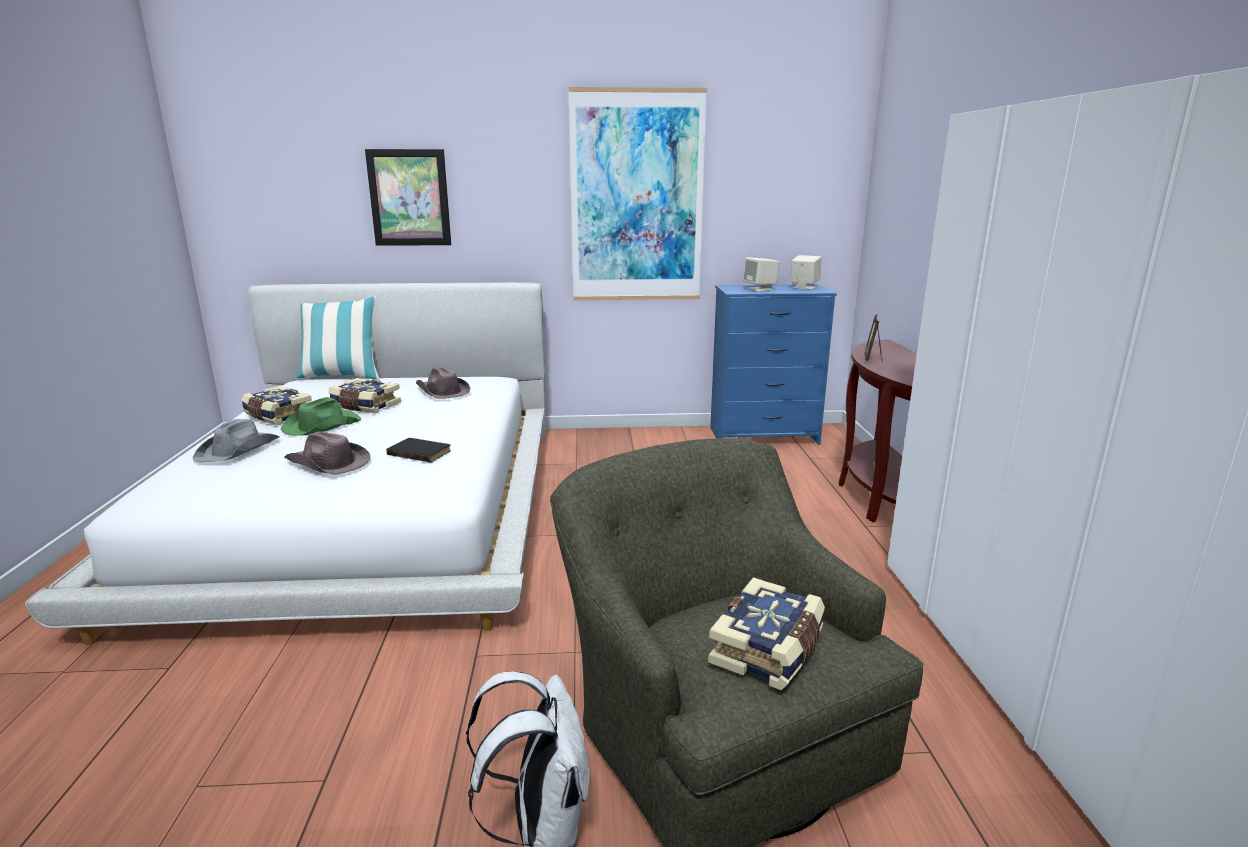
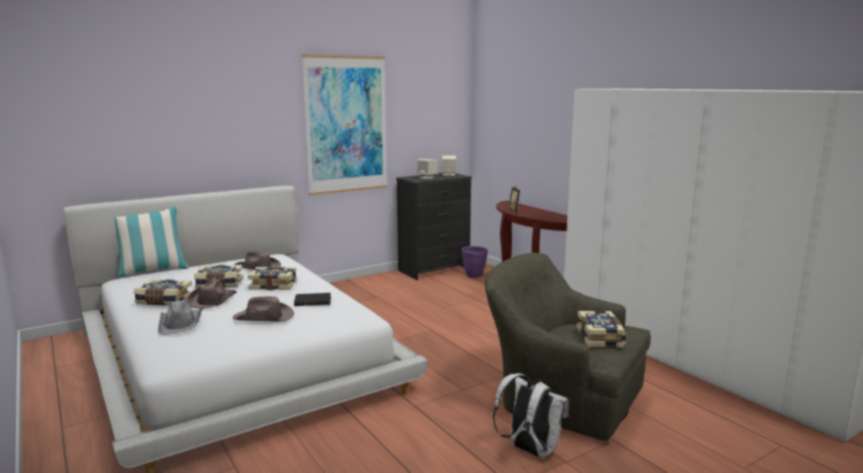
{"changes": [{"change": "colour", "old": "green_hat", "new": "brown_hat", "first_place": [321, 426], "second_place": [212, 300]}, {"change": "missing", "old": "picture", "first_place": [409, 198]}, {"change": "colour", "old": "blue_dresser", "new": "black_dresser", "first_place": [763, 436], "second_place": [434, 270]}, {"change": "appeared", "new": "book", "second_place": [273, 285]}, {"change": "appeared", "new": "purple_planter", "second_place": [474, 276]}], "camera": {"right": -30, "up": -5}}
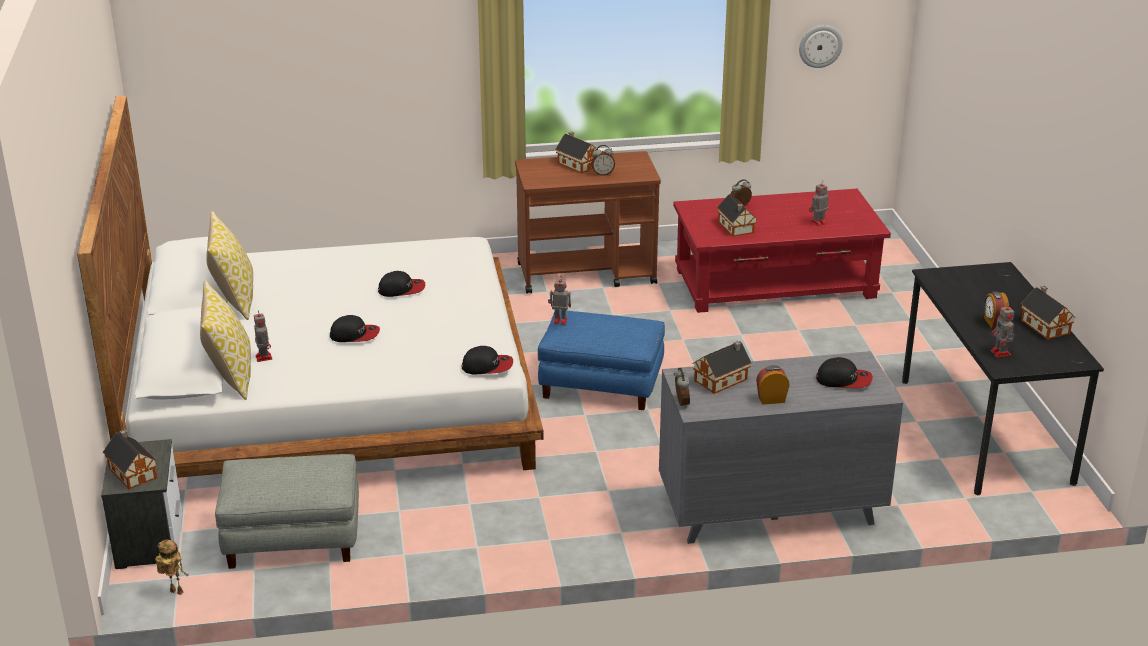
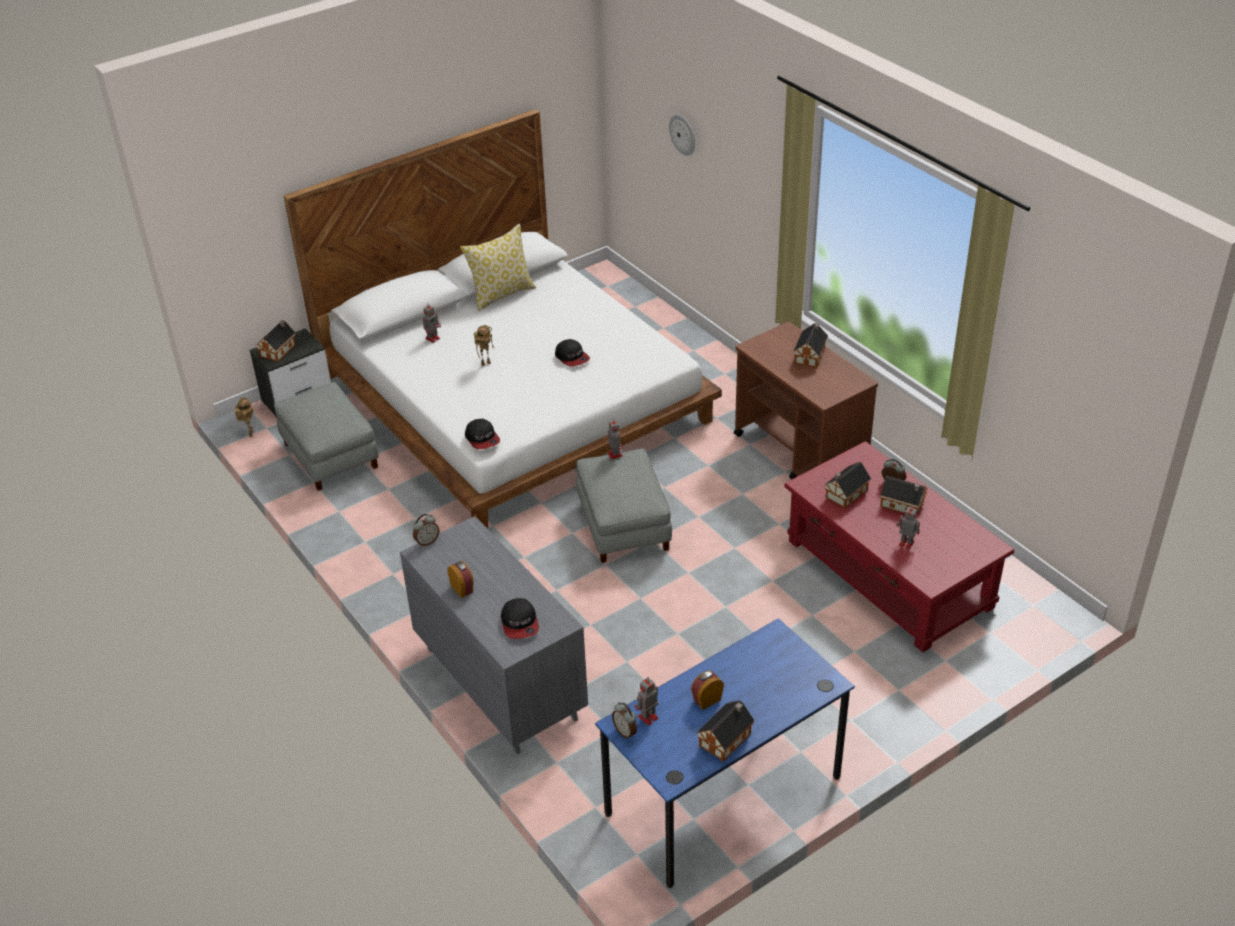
{"changes": [{"change": "missing", "old": "pillow", "first_place": [230, 376]}, {"change": "exchanged", "old": "cap", "new": "toy_robot", "first_place": [355, 335], "second_place": [486, 363]}, {"change": "colour", "old": "blue_ottoman", "new": "grey_ottoman", "first_place": [600, 385], "second_place": [623, 525]}, {"change": "relocated", "old": "alarm_clock", "first_place": [602, 174], "second_place": [625, 732]}, {"change": "relocated", "old": "toy_house", "first_place": [722, 379], "second_place": [903, 505]}, {"change": "relocated", "old": "wall_clock", "first_place": [820, 46], "second_place": [683, 134]}, {"change": "colour", "old": "black_desk", "new": "blue_desk", "first_place": [984, 430], "second_place": [723, 795]}], "camera": {"right": 65, "up": 10}}
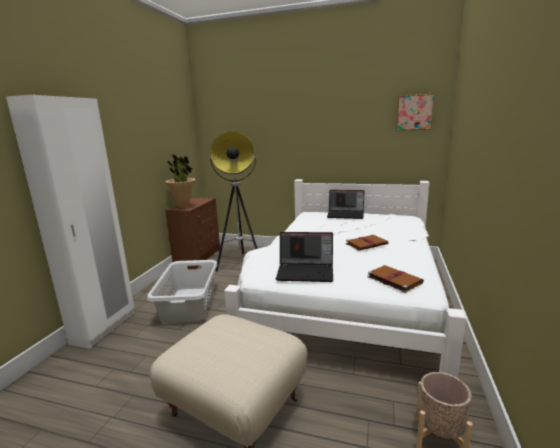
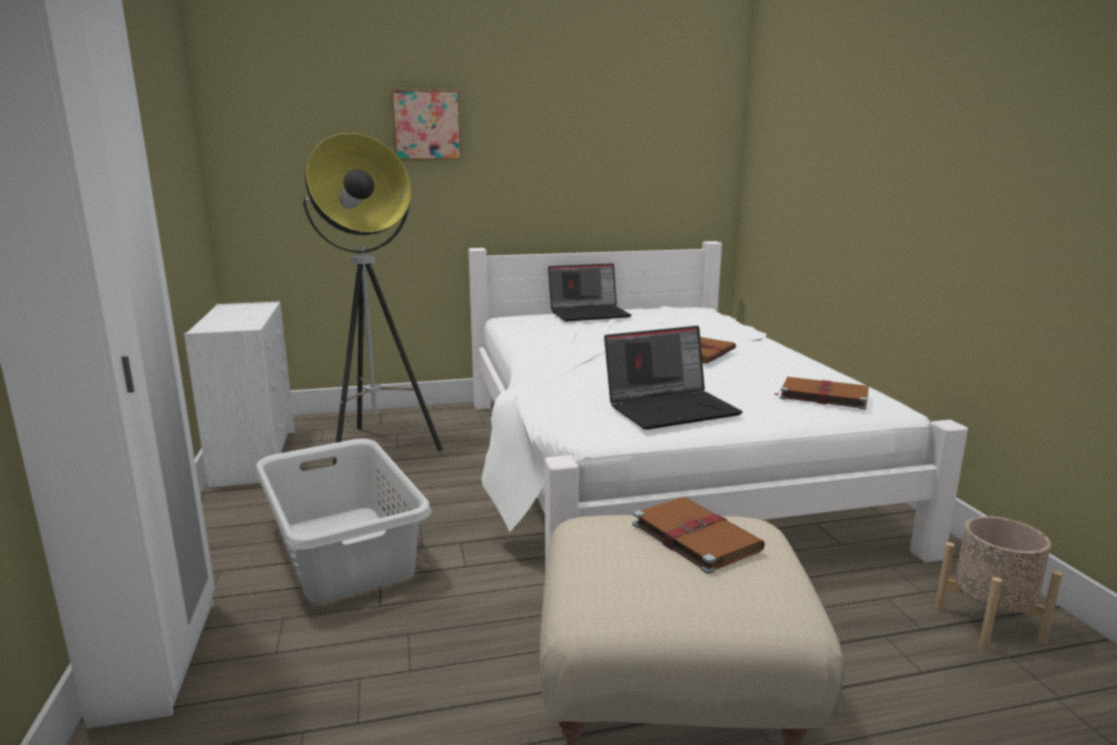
{"changes": [{"change": "missing", "old": "potted_plant", "first_place": [183, 207]}, {"change": "colour", "old": "brown_dresser", "new": "white_dresser", "first_place": [198, 258], "second_place": [255, 456]}, {"change": "relocated", "old": "picture", "first_place": [414, 112], "second_place": [426, 125]}, {"change": "appeared", "new": "brown_book", "second_place": [693, 536]}], "camera": {"right": -30, "up": 0}}
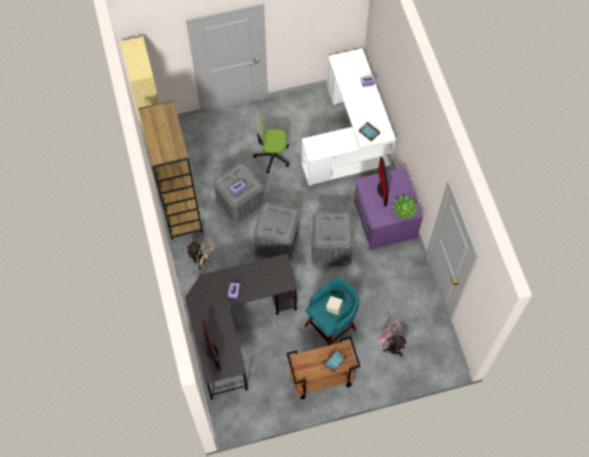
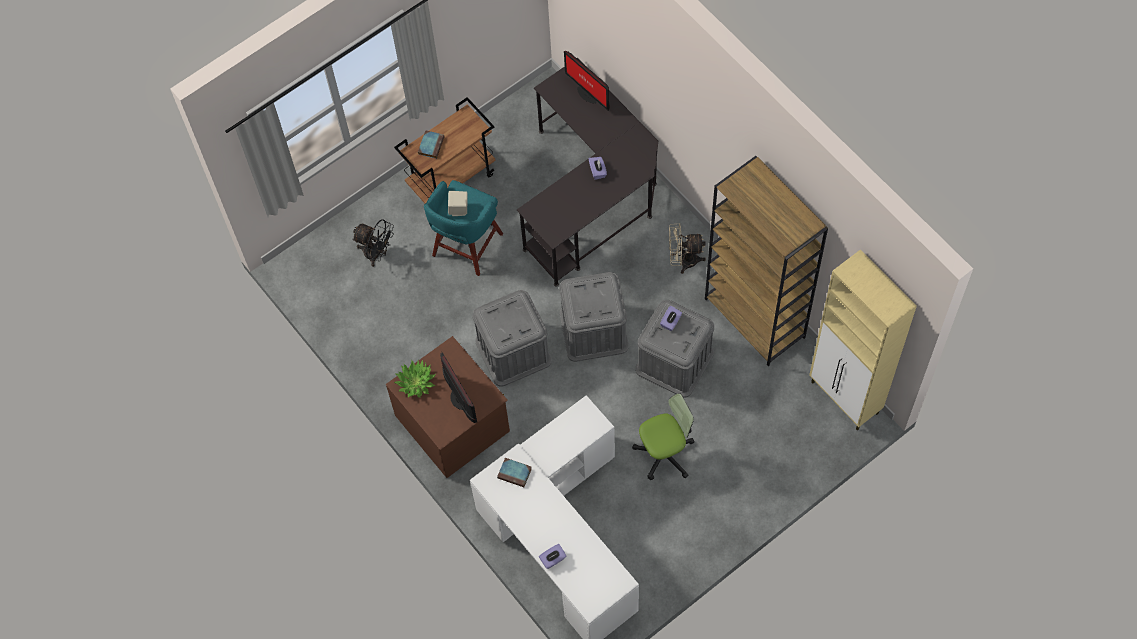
{"changes": [{"change": "colour", "old": "purple_dresser", "new": "brown_dresser", "first_place": [384, 220], "second_place": [453, 422]}, {"change": "colour", "old": "pink_fan", "new": "black_fan", "first_place": [391, 346], "second_place": [376, 254]}], "camera": {"right": 160, "up": 0}}
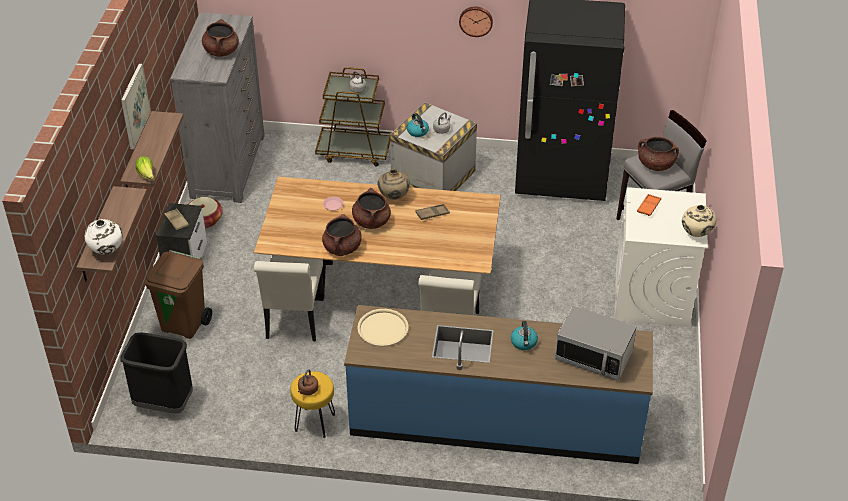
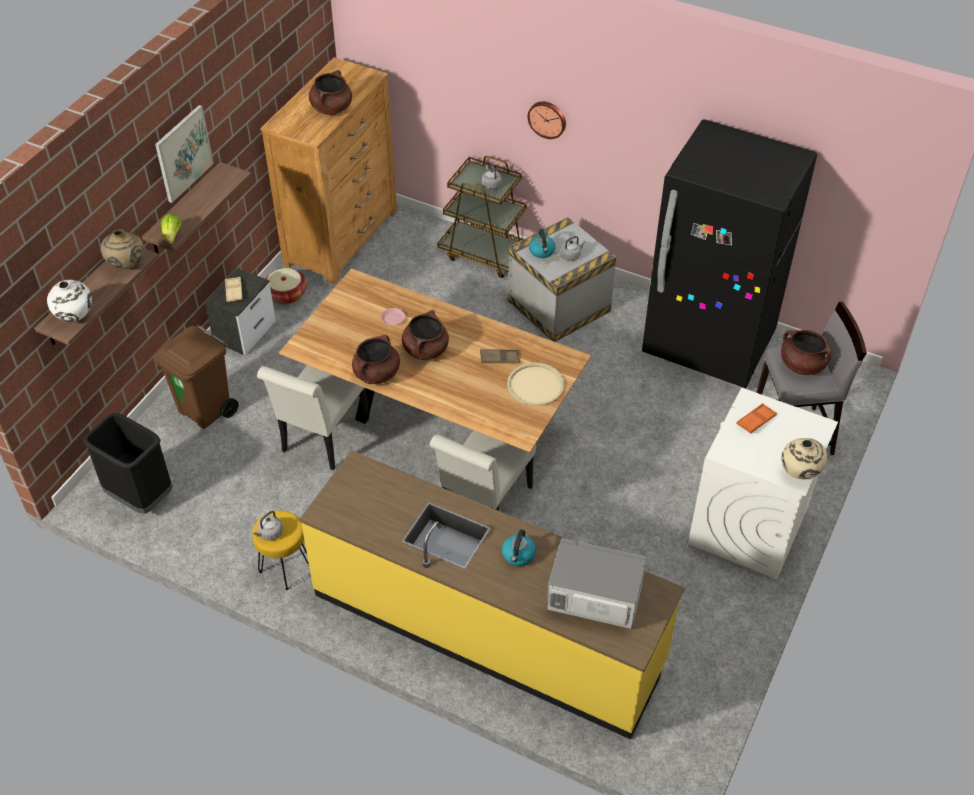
{"changes": [{"change": "colour", "old": "grey_dresser", "new": "brown_dresser", "first_place": [228, 166], "second_place": [342, 238]}, {"change": "colour", "old": "brown_kettle", "new": "grey_kettle", "first_place": [307, 390], "second_place": [270, 533]}, {"change": "colour", "old": "blue_counter", "new": "yellow_counter", "first_place": [496, 420], "second_place": [487, 628]}, {"change": "relocated", "old": "beige_tray", "first_place": [382, 328], "second_place": [535, 385]}, {"change": "relocated", "old": "beige_vase", "first_place": [393, 197], "second_place": [127, 266]}, {"change": "relocated", "old": "wall_clock", "first_place": [476, 20], "second_place": [547, 119]}, {"change": "spun", "old": "microwave", "first_place": [593, 356], "second_place": [594, 599], "degrees": 150}], "camera": {"right": 20, "up": 5}}
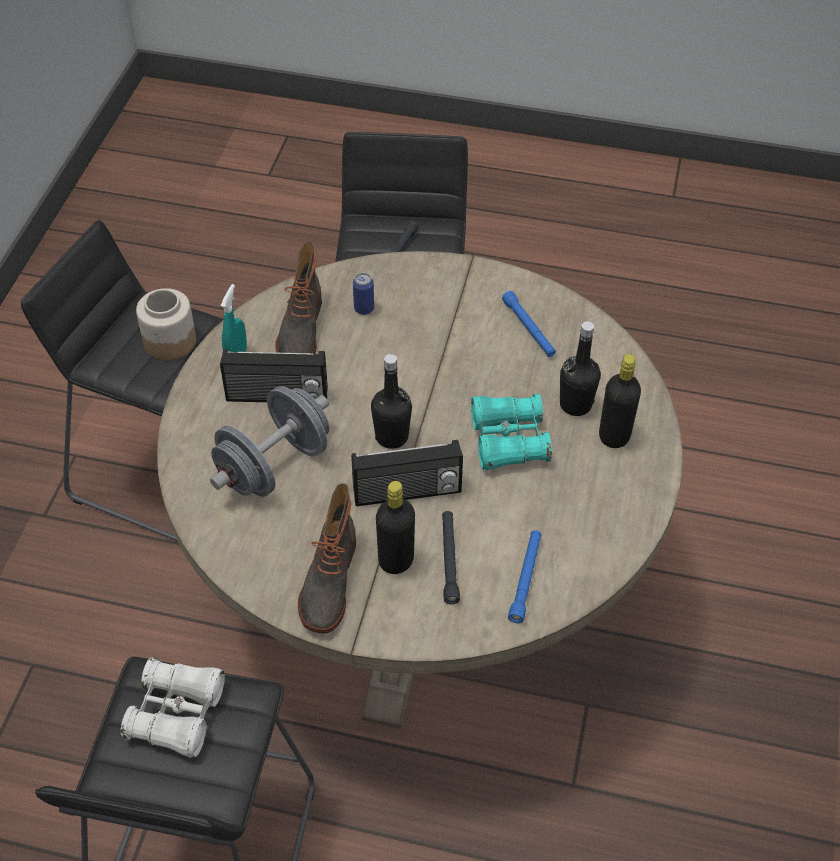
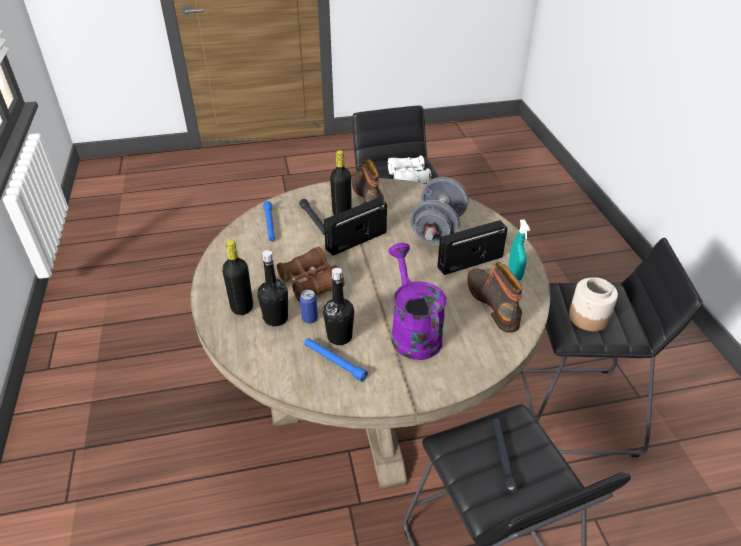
{"changes": [{"change": "relocated", "old": "can", "first_place": [364, 309], "second_place": [310, 318]}, {"change": "relocated", "old": "black_bottle", "first_place": [392, 437], "second_place": [339, 337]}, {"change": "colour", "old": "turquoise_binoculars", "new": "brown_binoculars", "first_place": [508, 441], "second_place": [311, 283]}, {"change": "appeared", "new": "purple_watering_can", "second_place": [412, 331]}], "camera": {"right": 155, "up": -10}}
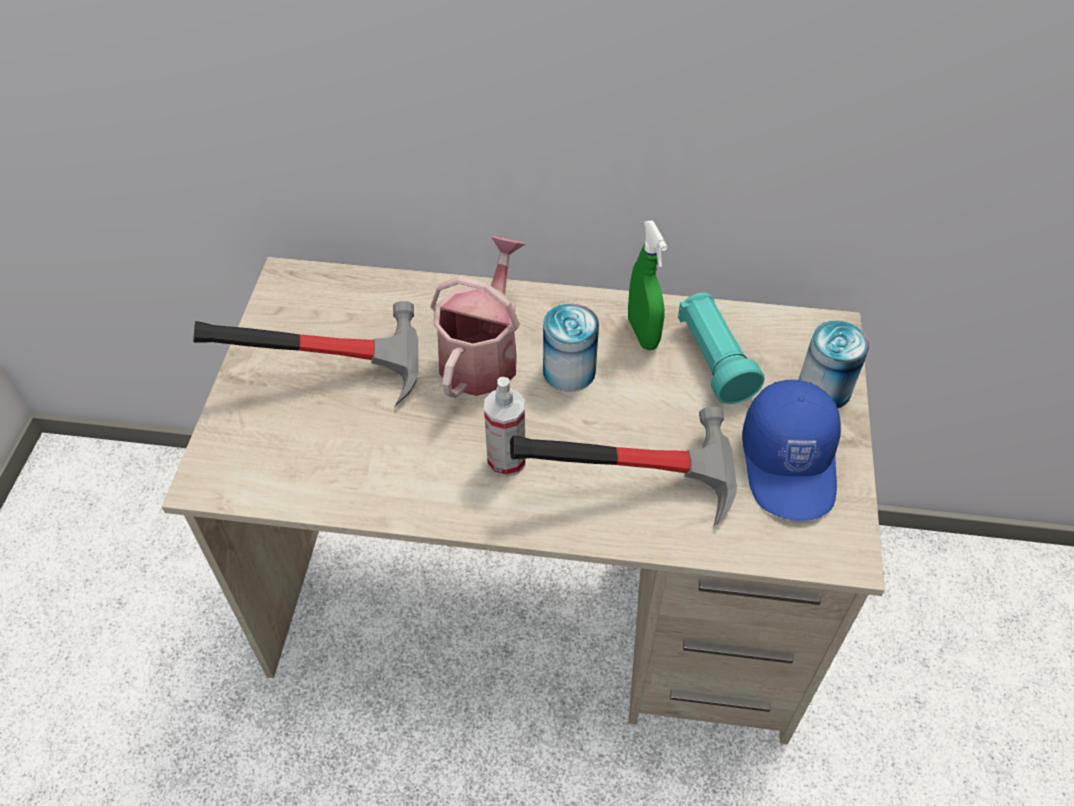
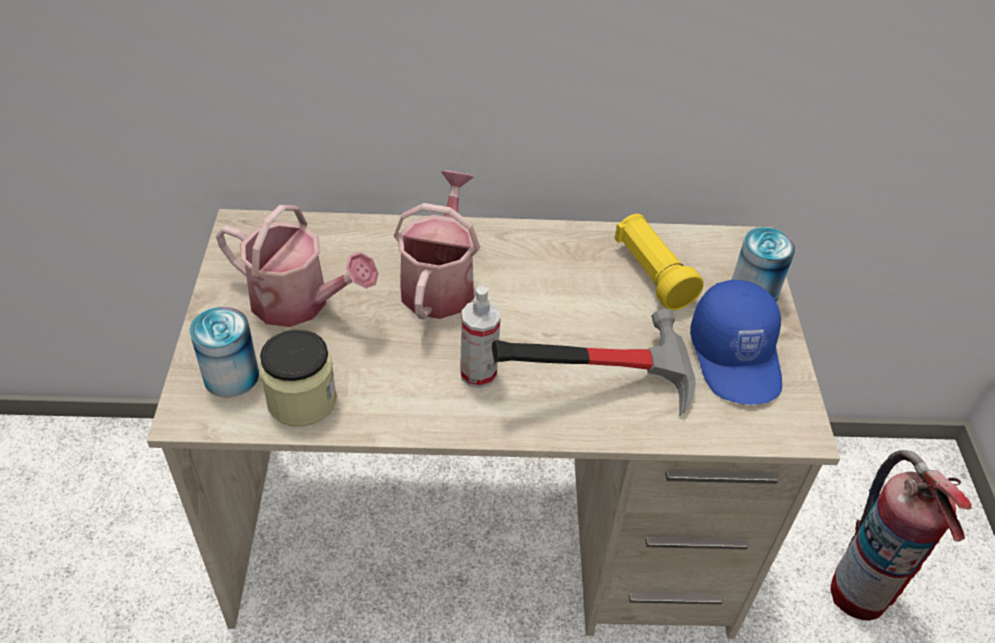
{"changes": [{"change": "exchanged", "old": "hammer", "new": "watering_can", "first_place": [334, 368], "second_place": [299, 303]}, {"change": "relocated", "old": "can", "first_place": [569, 371], "second_place": [231, 376]}, {"change": "missing", "old": "green_spray_bottle", "first_place": [642, 333]}, {"change": "colour", "old": "turquoise_flashlight", "new": "yellow_flashlight", "first_place": [714, 360], "second_place": [652, 274]}, {"change": "appeared", "new": "jar", "second_place": [302, 400]}, {"change": "appeared", "new": "fire_extinguisher", "second_place": [859, 591]}], "camera": {"right": -10, "up": -5}}
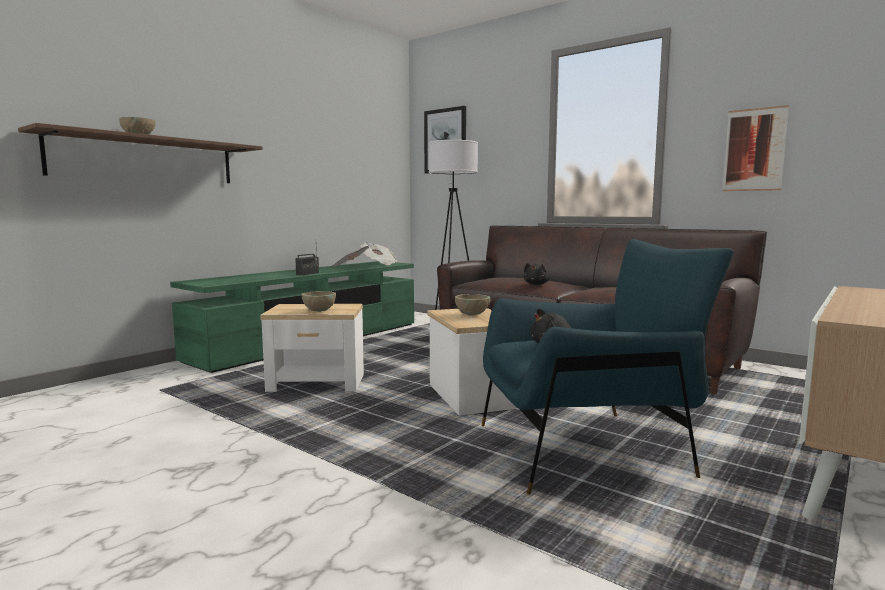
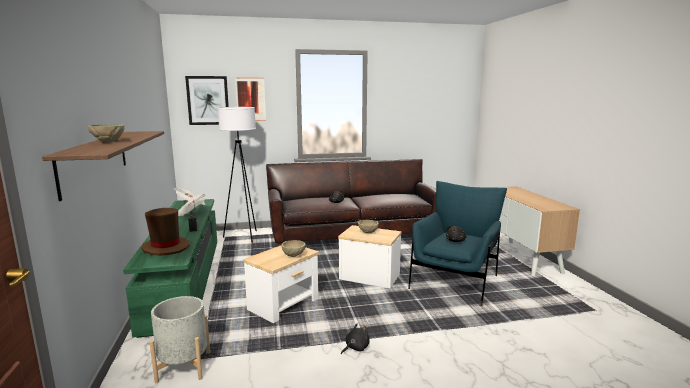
{"changes": [{"change": "relocated", "old": "picture", "first_place": [754, 150], "second_place": [250, 99]}, {"change": "appeared", "new": "brown_hat", "second_place": [166, 247]}, {"change": "appeared", "new": "grey_planter", "second_place": [183, 367]}, {"change": "appeared", "new": "black_plush_toy", "second_place": [355, 348]}], "camera": {"right": -50, "up": 5}}
